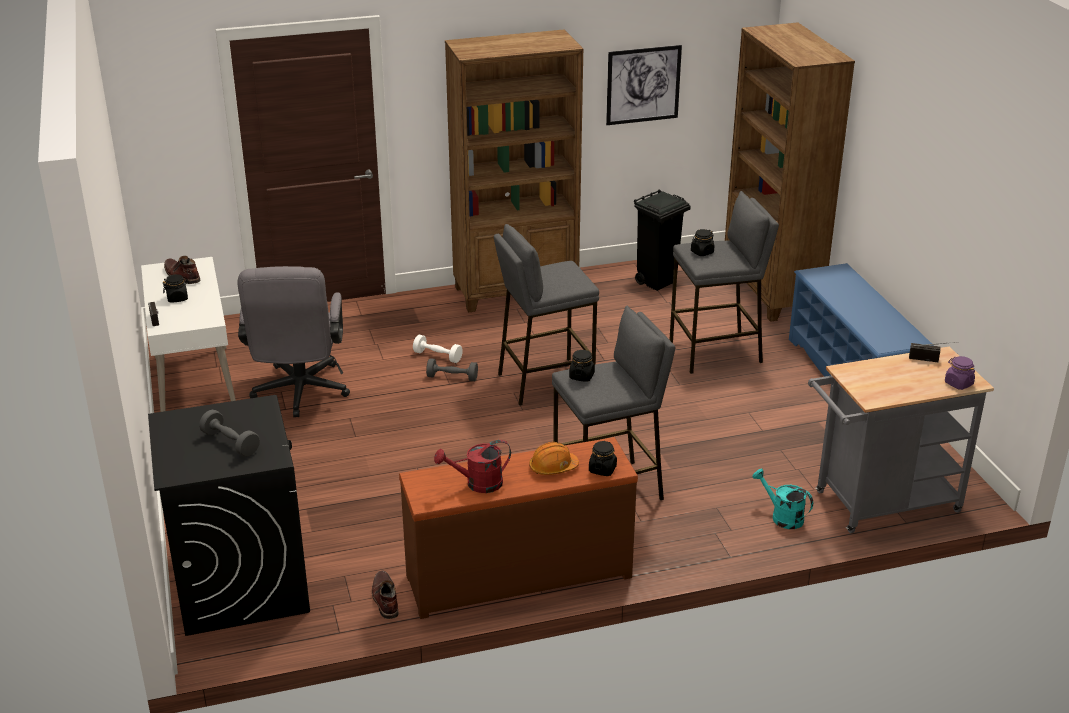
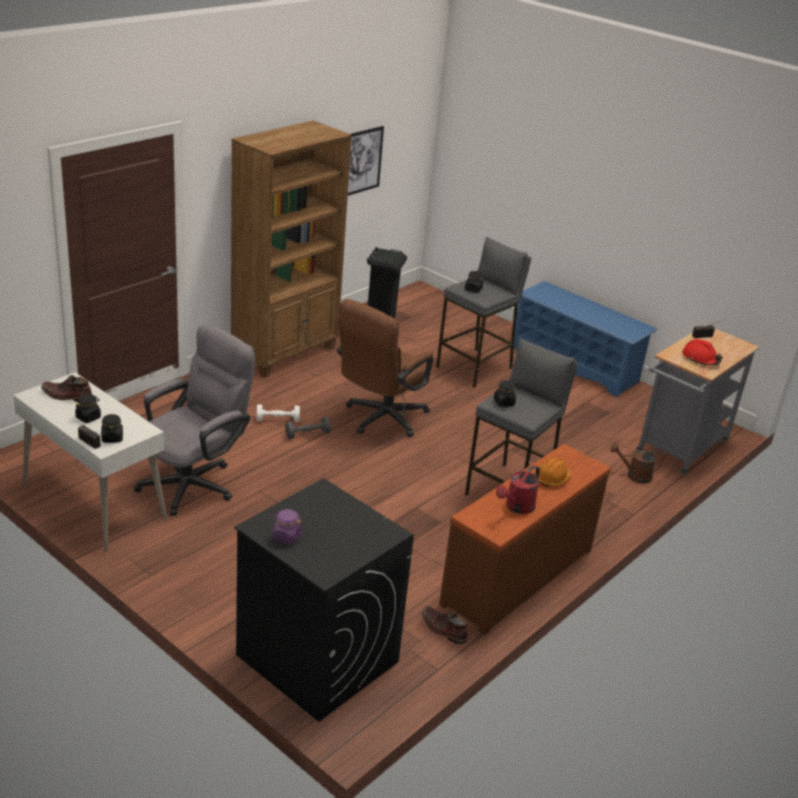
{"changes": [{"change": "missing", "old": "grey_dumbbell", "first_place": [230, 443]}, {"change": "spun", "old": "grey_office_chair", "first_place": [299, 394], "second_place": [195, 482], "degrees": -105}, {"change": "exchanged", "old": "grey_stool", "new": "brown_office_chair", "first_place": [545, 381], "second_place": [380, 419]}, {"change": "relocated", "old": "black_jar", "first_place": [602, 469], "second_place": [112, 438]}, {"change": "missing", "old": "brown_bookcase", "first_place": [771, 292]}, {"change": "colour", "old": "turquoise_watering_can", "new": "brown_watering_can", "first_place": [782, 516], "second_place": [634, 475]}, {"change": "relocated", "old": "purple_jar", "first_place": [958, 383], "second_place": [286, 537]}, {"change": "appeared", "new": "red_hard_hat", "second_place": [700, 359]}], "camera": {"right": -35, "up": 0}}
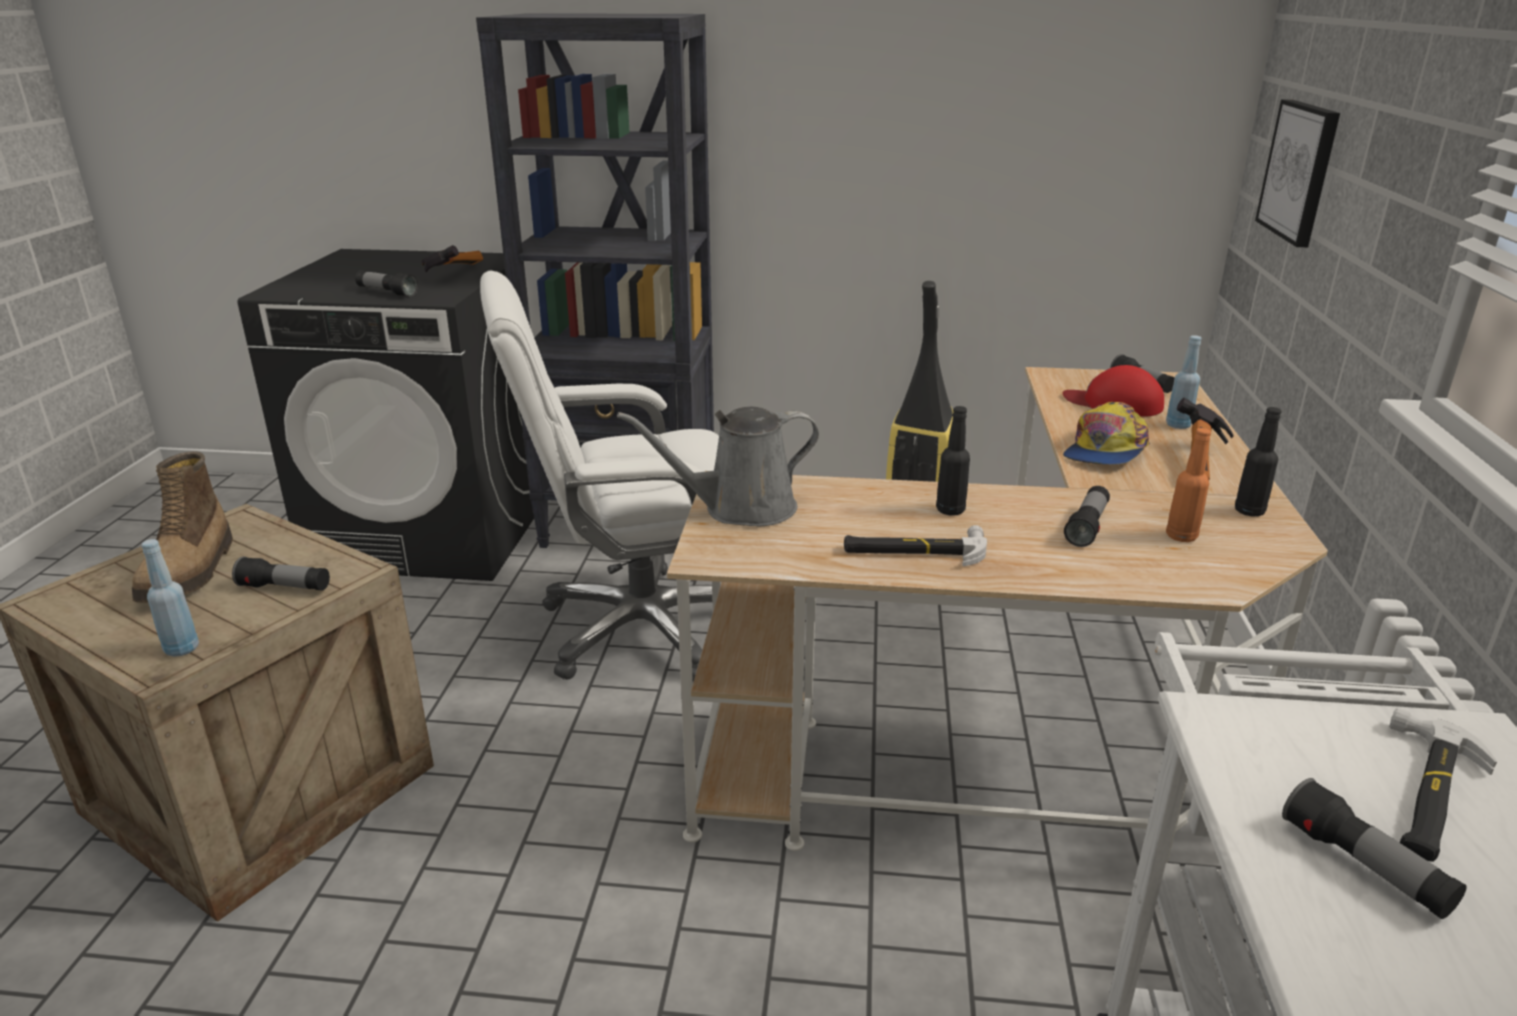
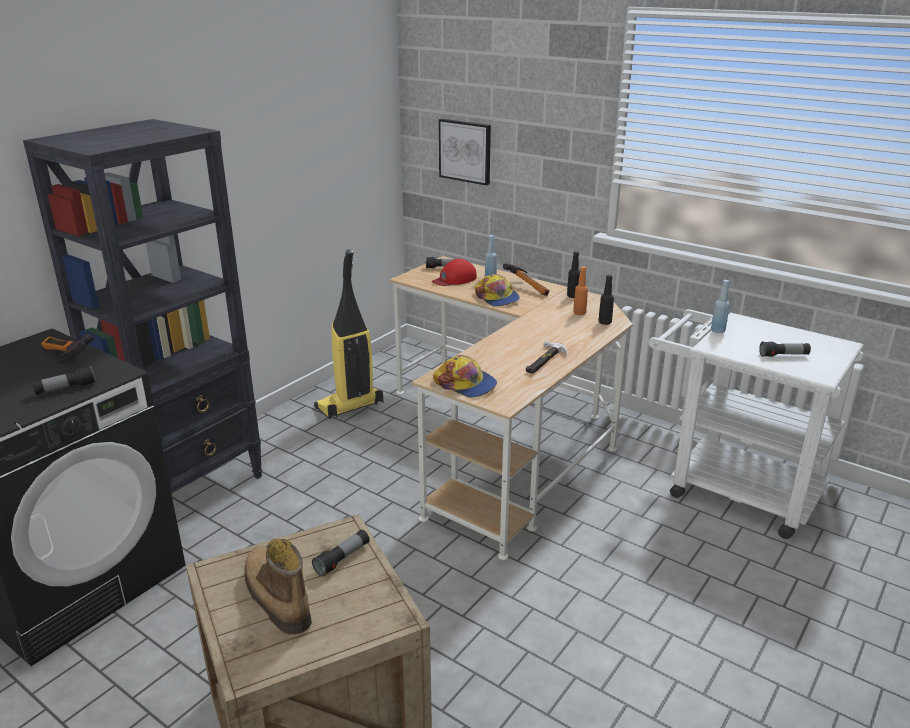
{"changes": [{"change": "spun", "old": "boot", "first_place": [191, 572], "second_place": [276, 598], "degrees": -150}, {"change": "relocated", "old": "blue_bottle", "first_place": [182, 649], "second_place": [717, 331]}, {"change": "missing", "old": "white_office_chair", "first_place": [642, 628]}, {"change": "exchanged", "old": "grey_watering_can", "new": "cap", "first_place": [741, 509], "second_place": [465, 384]}, {"change": "relocated", "old": "black_bottle", "first_place": [950, 510], "second_place": [605, 322]}, {"change": "missing", "old": "flashlight", "first_place": [1087, 527]}, {"change": "missing", "old": "hammer", "first_place": [1426, 794]}], "camera": {"right": -60, "up": 0}}
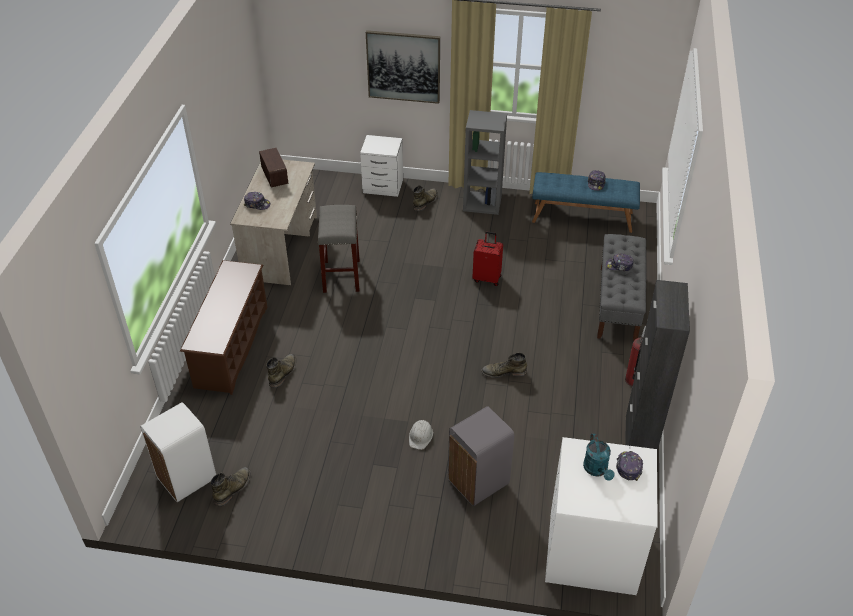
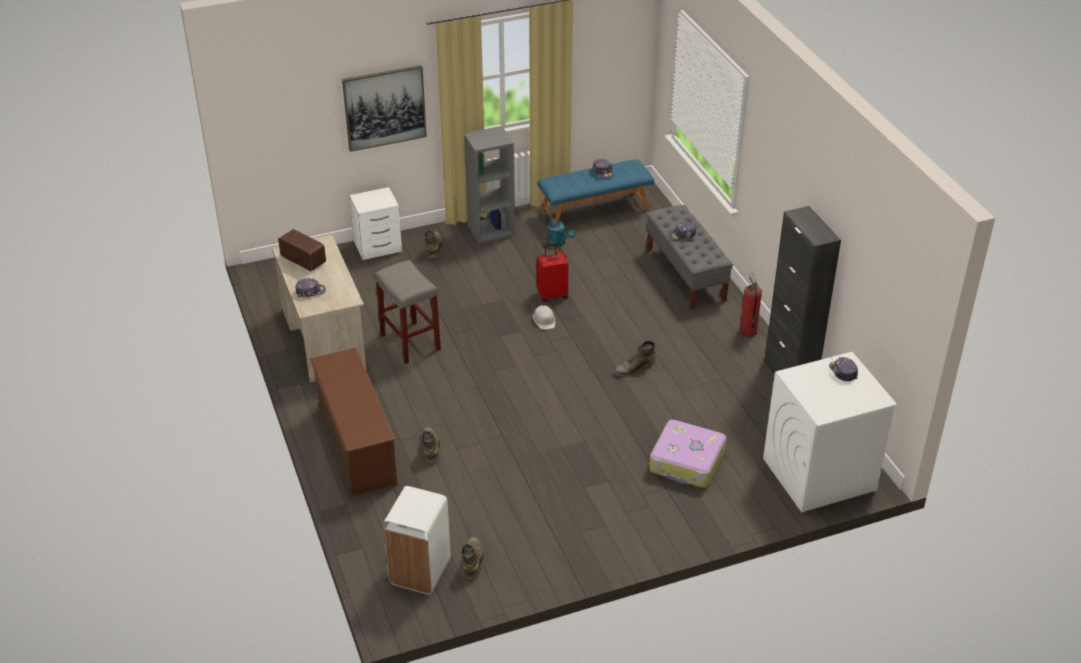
{"changes": [{"change": "relocated", "old": "white_hard_hat", "first_place": [420, 436], "second_place": [544, 320]}, {"change": "exchanged", "old": "grey_trash_can", "new": "suitcase", "first_place": [479, 482], "second_place": [687, 462]}, {"change": "relocated", "old": "turquoise_watering_can", "first_place": [597, 470], "second_place": [559, 242]}], "camera": {"right": -30, "up": -5}}
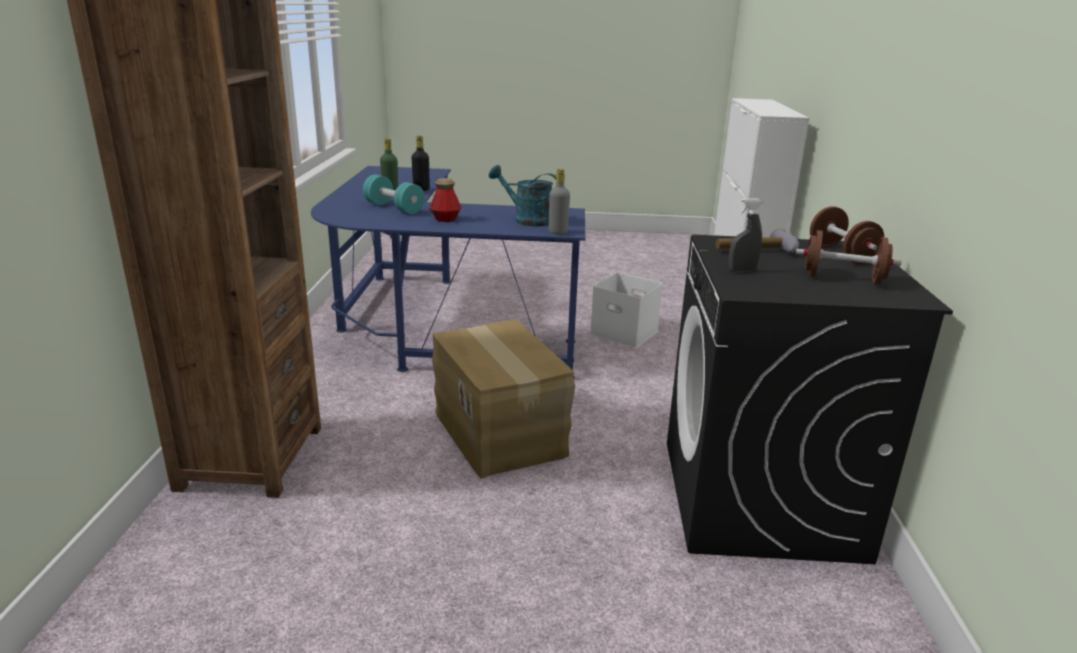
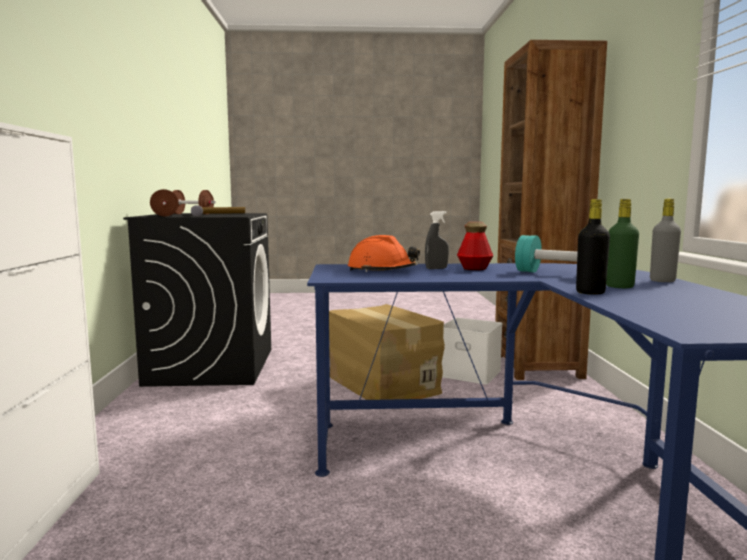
{"changes": [{"change": "exchanged", "old": "turquoise_watering_can", "new": "orange_hard_hat", "first_place": [526, 220], "second_place": [382, 271]}, {"change": "relocated", "old": "grey_bottle", "first_place": [558, 232], "second_place": [662, 281]}, {"change": "relocated", "old": "white_storage_box", "first_place": [622, 333], "second_place": [471, 373]}, {"change": "relocated", "old": "grey_spray_bottle", "first_place": [742, 271], "second_place": [436, 268]}], "camera": {"right": 175, "up": -15}}
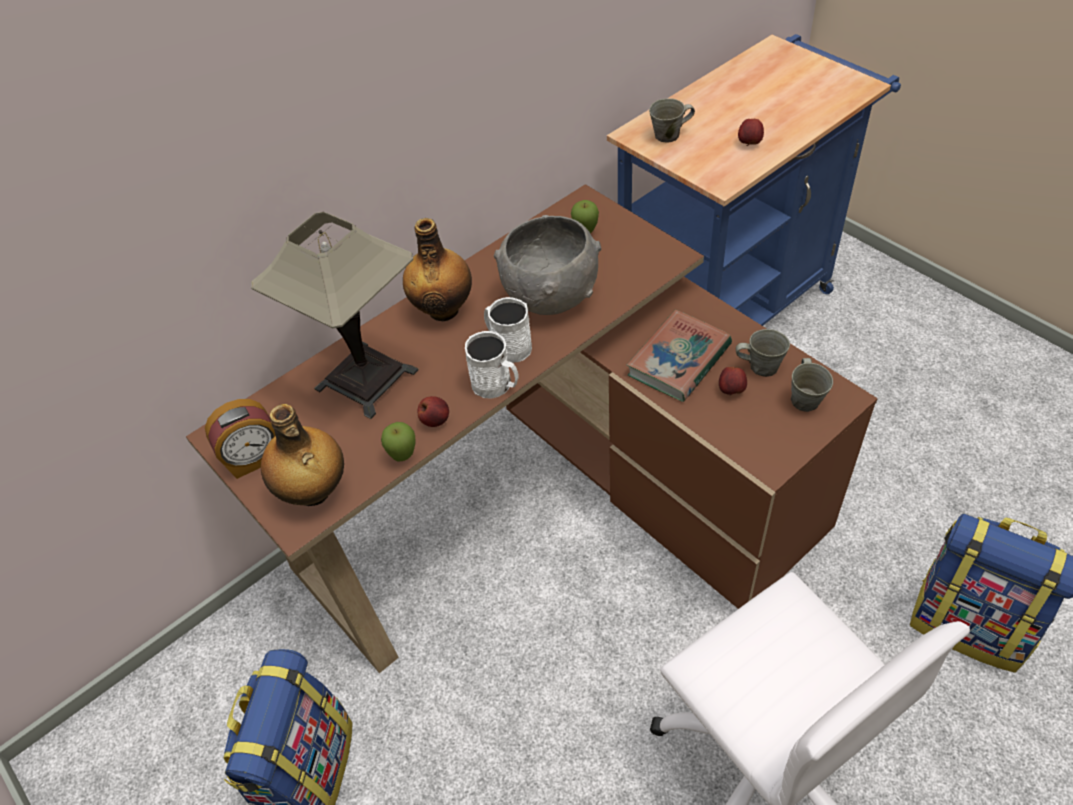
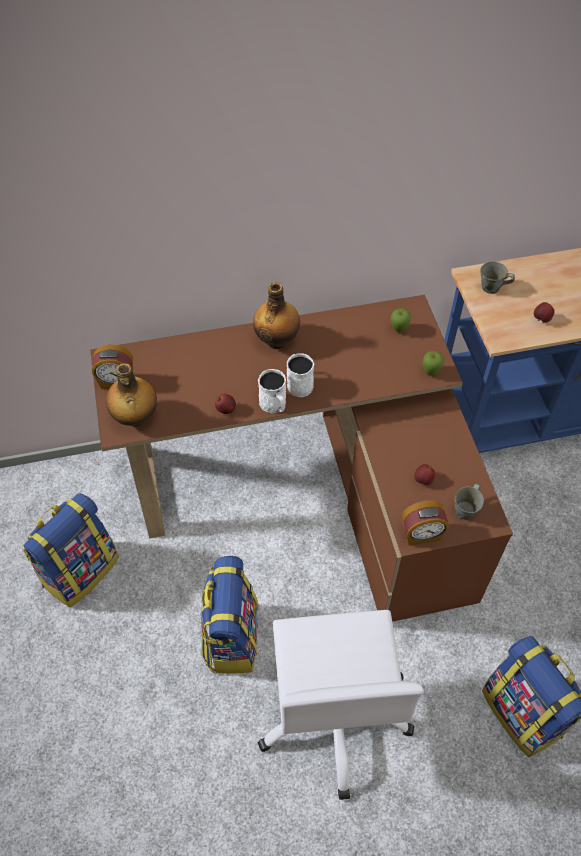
{"changes": [{"change": "missing", "old": "table_lamp", "first_place": [366, 379]}, {"change": "relocated", "old": "apple", "first_place": [403, 456], "second_place": [430, 372]}, {"change": "missing", "old": "grey_bowl", "first_place": [550, 296]}, {"change": "missing", "old": "book", "first_place": [679, 360]}, {"change": "missing", "old": "grey_mug", "first_place": [761, 367]}, {"change": "appeared", "new": "backpack", "second_place": [231, 636]}, {"change": "appeared", "new": "alarm_clock", "second_place": [421, 534]}], "camera": {"right": 25, "up": 5}}
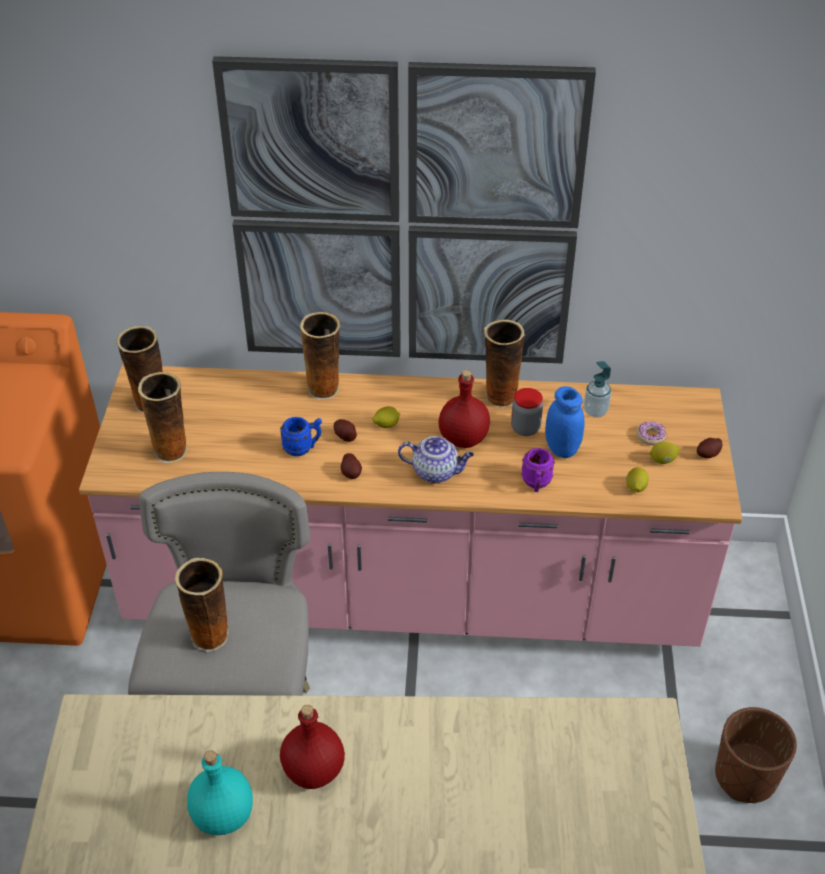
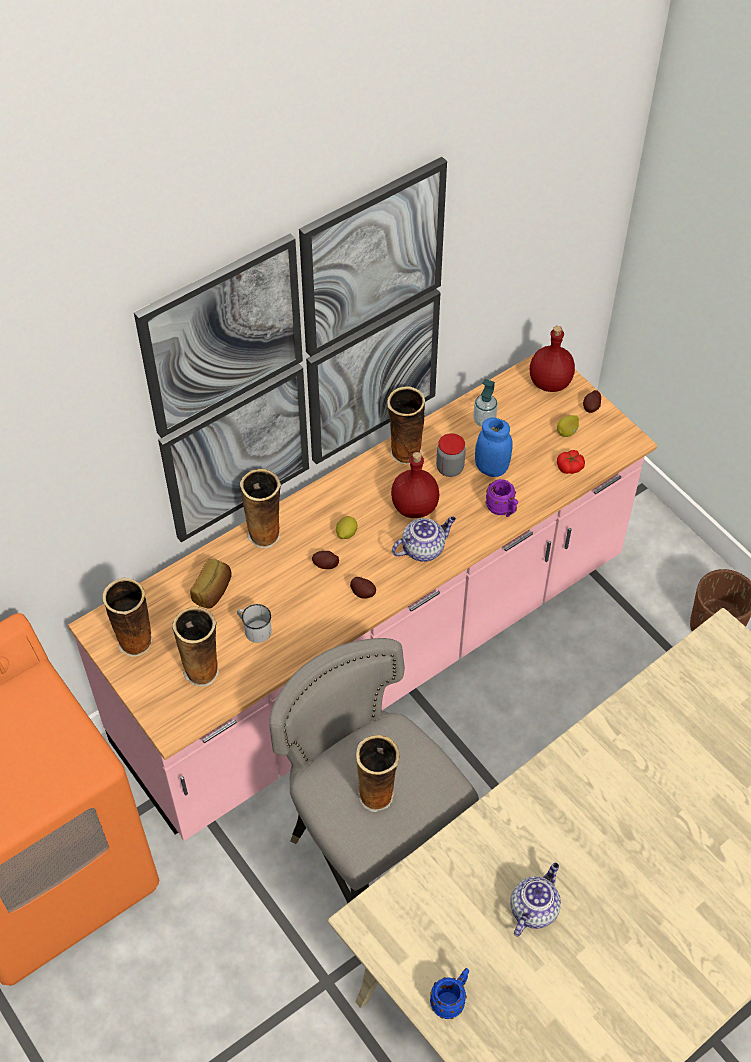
{"changes": [{"change": "exchanged", "old": "turquoise_bottle", "new": "teapot", "first_place": [223, 814], "second_place": [533, 908]}, {"change": "relocated", "old": "blue_mug", "first_place": [303, 448], "second_place": [451, 999]}, {"change": "relocated", "old": "red_bottle", "first_place": [313, 769], "second_place": [549, 382]}, {"change": "exchanged", "old": "lemon", "new": "tomato", "first_place": [635, 488], "second_place": [570, 467]}, {"change": "missing", "old": "donut", "first_place": [650, 436]}, {"change": "appeared", "new": "bread", "second_place": [213, 591]}, {"change": "appeared", "new": "white_mug", "second_place": [254, 629]}], "camera": {"right": -40, "up": 10}}
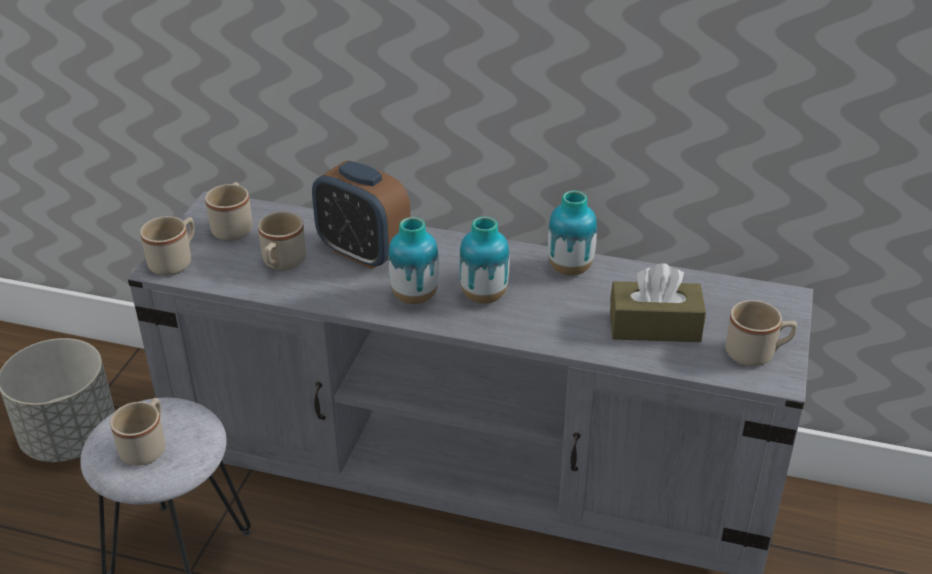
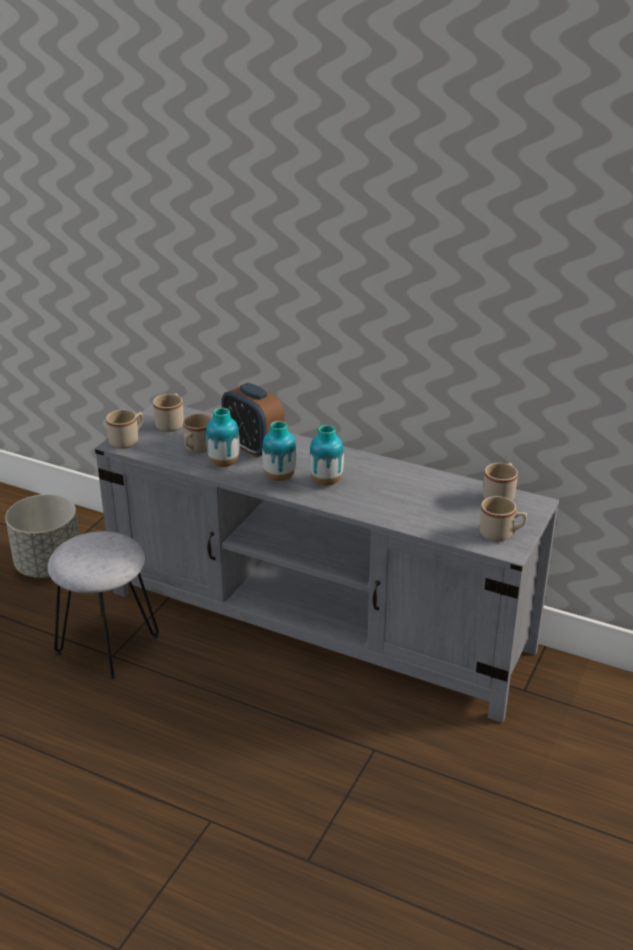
{"changes": [{"change": "relocated", "old": "beige_mug", "first_place": [147, 446], "second_place": [500, 496]}, {"change": "relocated", "old": "vase", "first_place": [570, 269], "second_place": [224, 463]}, {"change": "missing", "old": "brown_tissue_box", "first_place": [654, 326]}], "camera": {"right": 10, "up": -5}}
